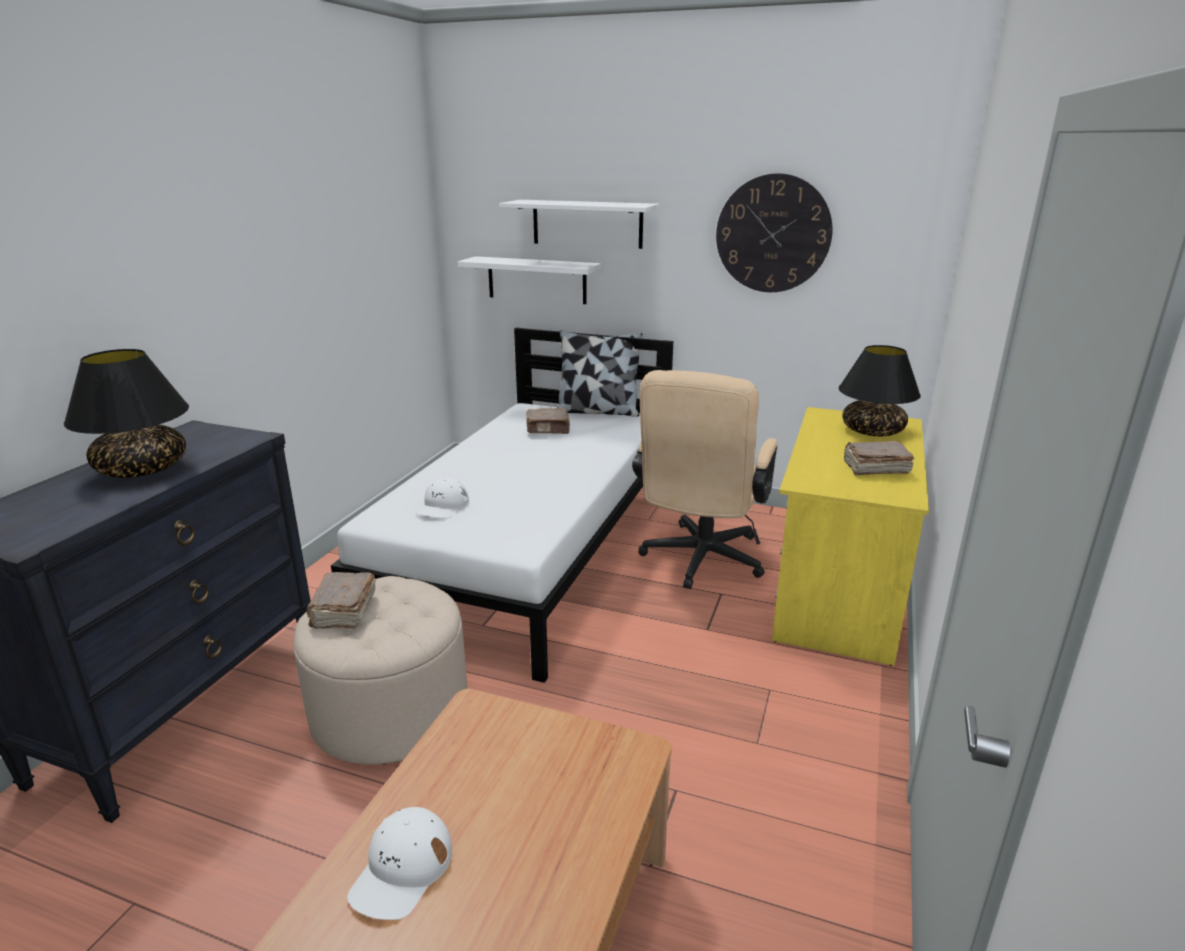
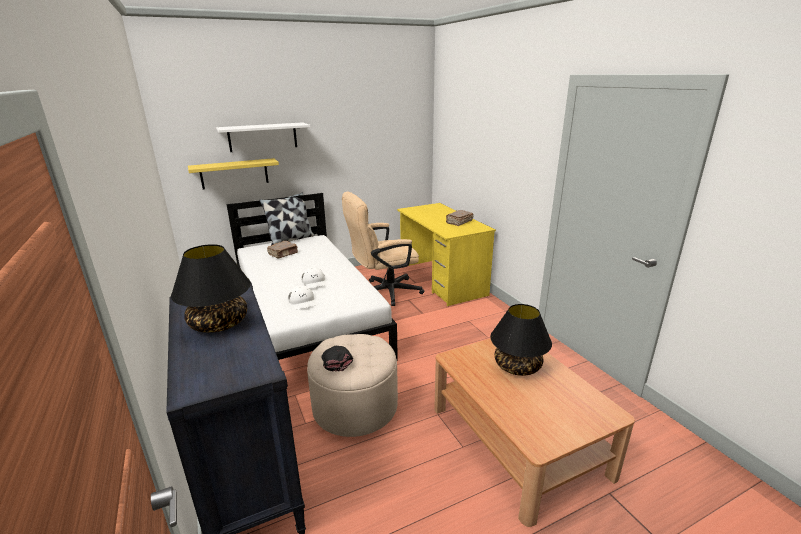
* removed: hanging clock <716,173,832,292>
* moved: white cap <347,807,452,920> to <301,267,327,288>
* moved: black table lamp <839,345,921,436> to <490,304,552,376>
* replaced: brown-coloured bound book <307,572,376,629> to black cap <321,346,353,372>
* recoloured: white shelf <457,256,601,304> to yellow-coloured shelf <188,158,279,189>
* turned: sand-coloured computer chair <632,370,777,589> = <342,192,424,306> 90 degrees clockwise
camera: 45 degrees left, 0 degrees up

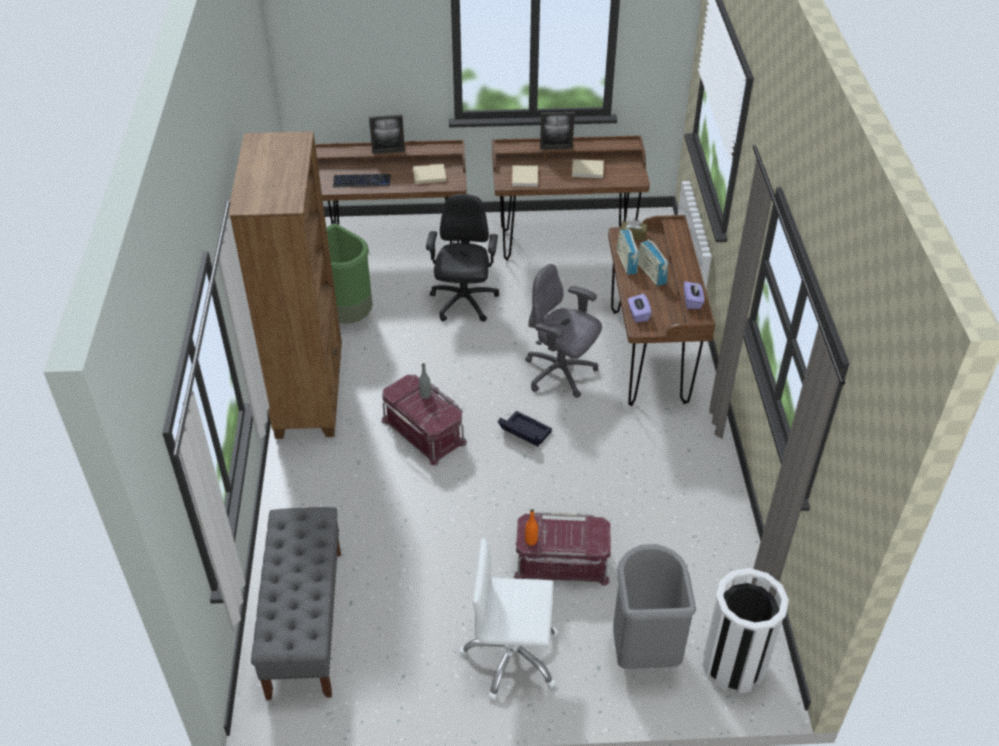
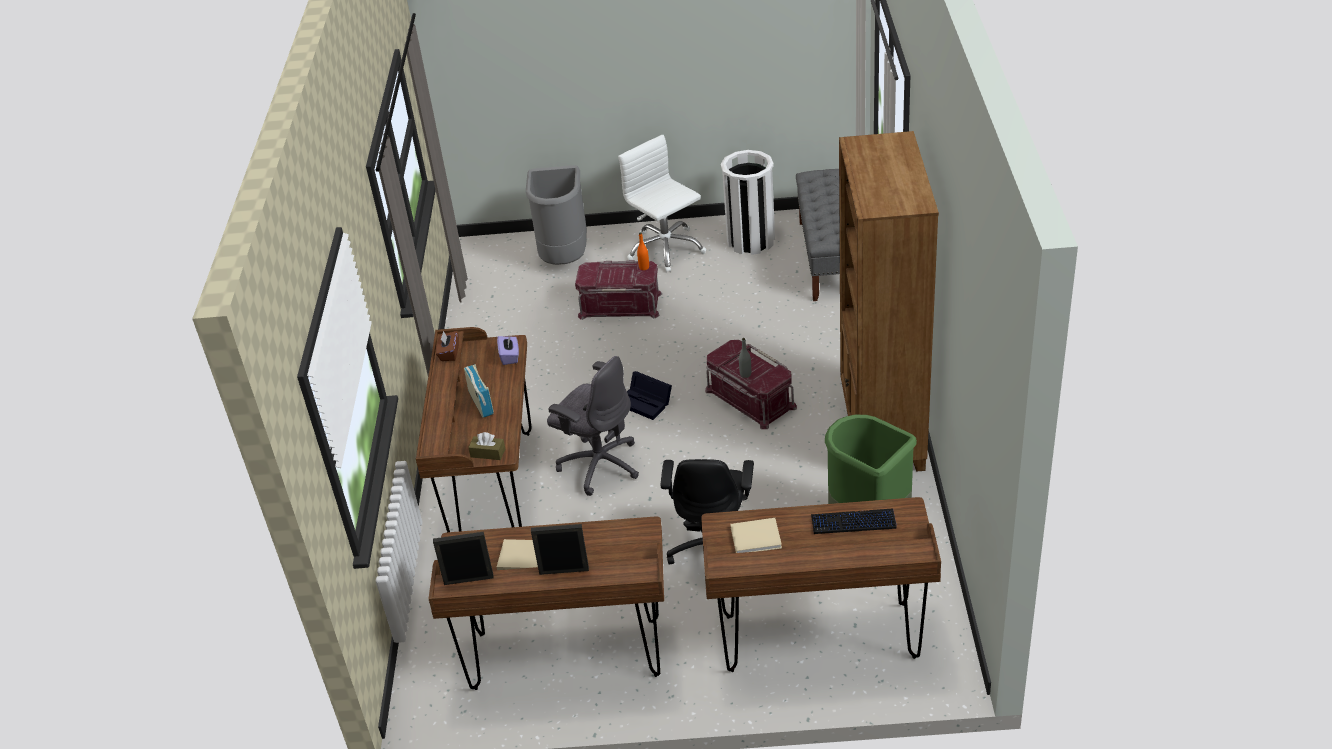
* removed: sand-coloured bound book <512,165,538,187>
* removed: radio set <617,227,639,275>
* moved: standing frame <369,115,405,154> to <433,532,494,585>
* moved: white trash can <702,568,789,694> to <721,150,775,255>
* recoloured: purple-coloured tissue box <684,281,704,309> to brown-coloured tissue box <436,331,459,361>
* turned: white computer chair <459,538,559,701> = <618,135,706,273> 135 degrees counterclockwise
camera: 175 degrees left, 5 degrees down

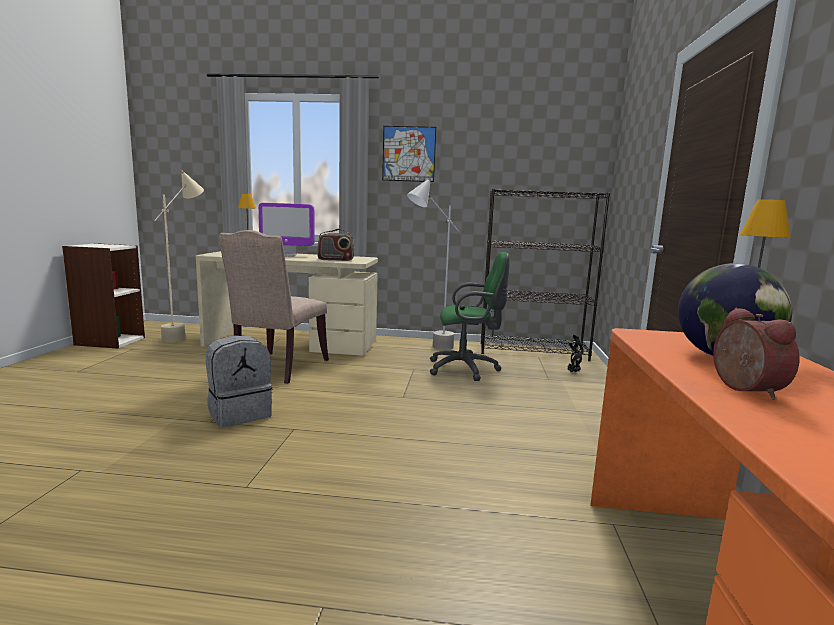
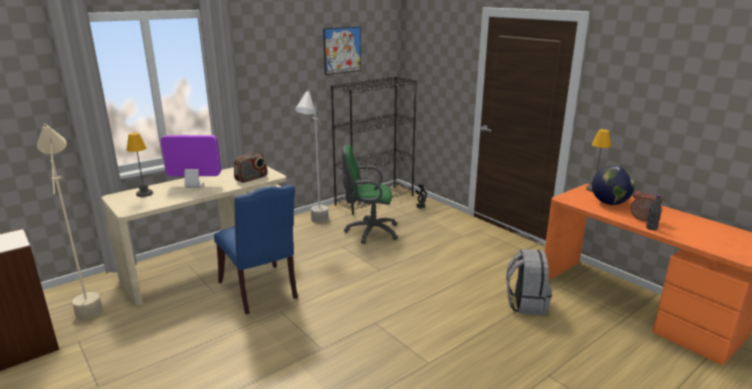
* added: black drink bottle <646,195,661,230>
* moved: grey backpack <206,335,273,427> to <506,249,552,315>
* moved: wall art <382,126,436,182> to <323,27,361,75>
* recoloured: sand-coloured plain chair <218,230,329,384> to blue plain chair <214,185,298,314>
* turned: monitor <258,203,315,257> = <160,135,221,188> 135 degrees counterclockwise
* turned: greenish computer chair <430,252,510,381> = <342,145,398,244> 135 degrees counterclockwise
camera: 45 degrees left, 10 degrees up

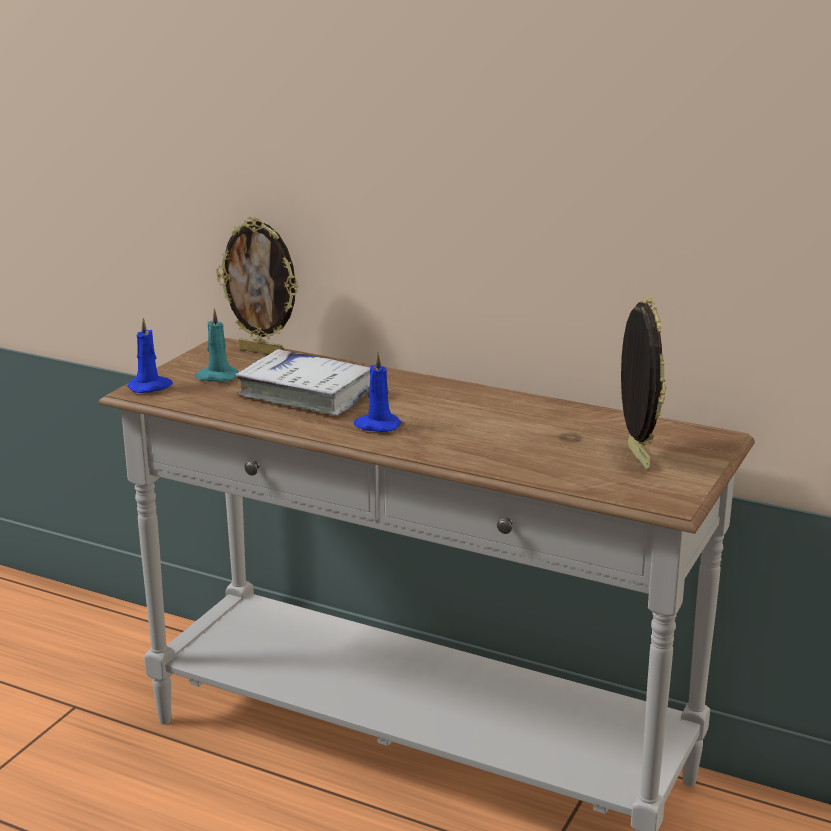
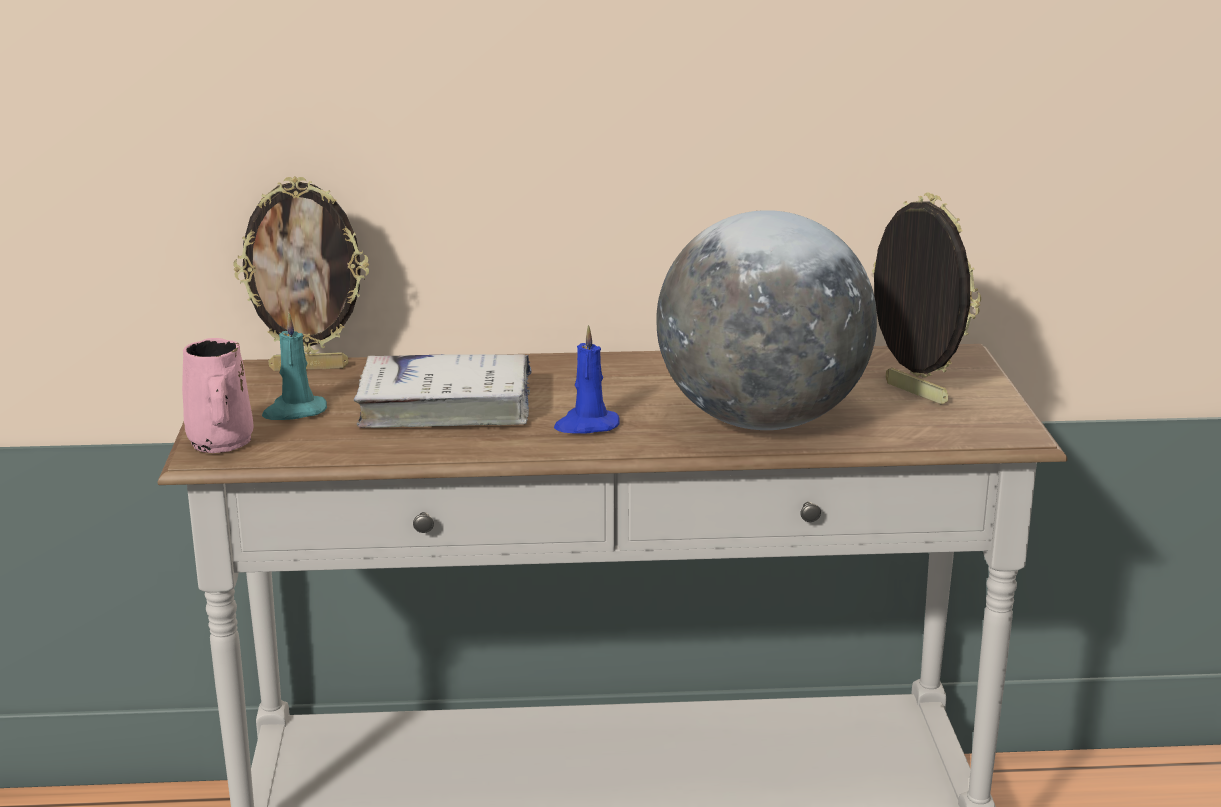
* added: desk globe <656,210,877,430>
* replaced: blue wax light <127,317,173,393> to pinkish coffee mug <182,338,254,453>
camera: 30 degrees left, 0 degrees up

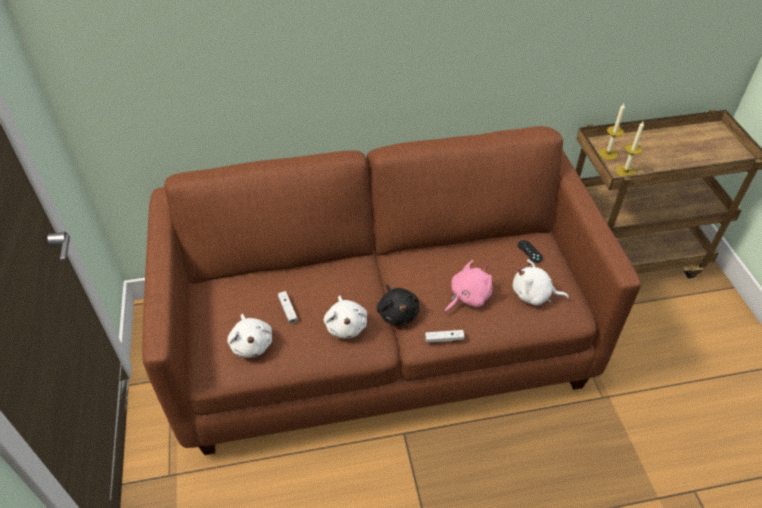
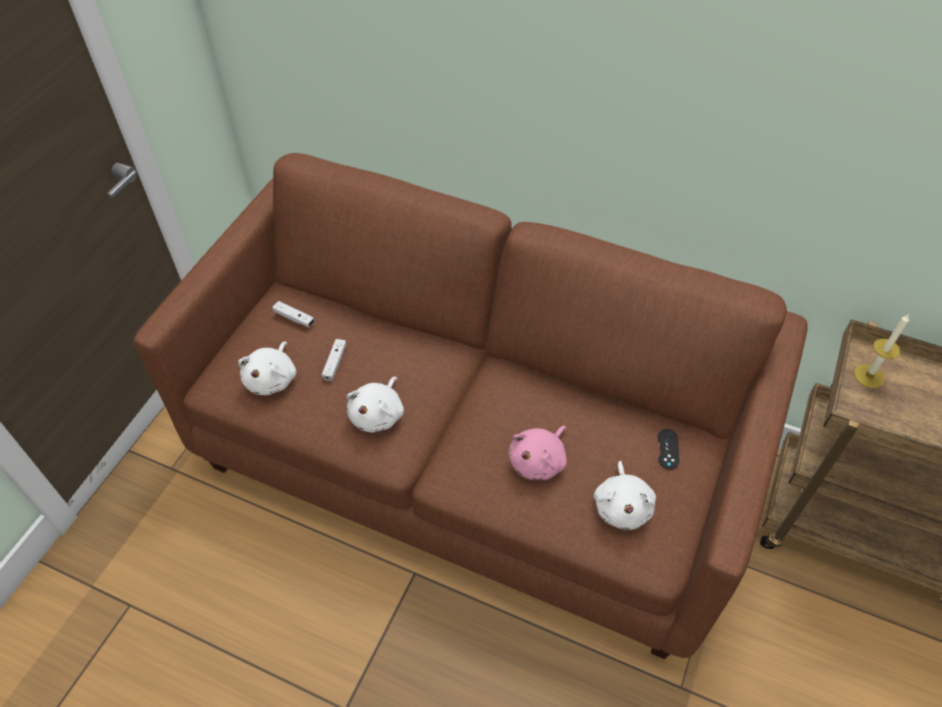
* removed: black plush toy <377,285,420,325>
* removed: wax light <616,122,644,176>
* moved: white gamepad <425,330,465,343> to <272,301,314,327>
* turned: pinkish plush toy <445,260,492,312> = <509,426,567,480> 135 degrees clockwise
* turned: white plush toy <513,259,569,305> = <594,461,656,530> 135 degrees counterclockwise
camera: 35 degrees right, 5 degrees up

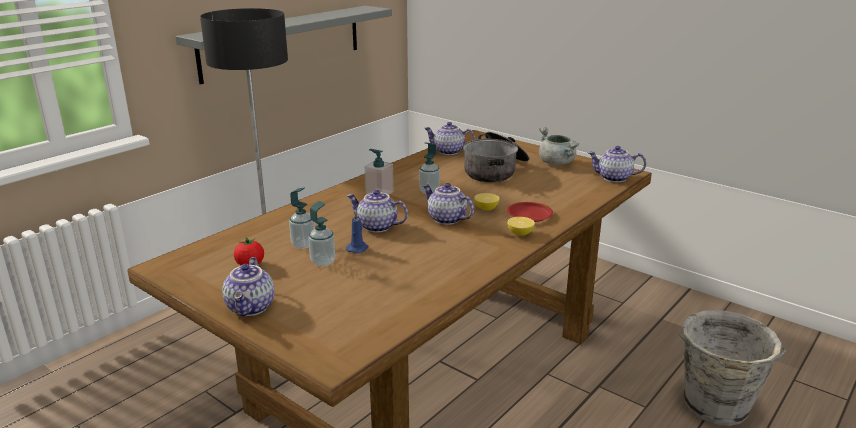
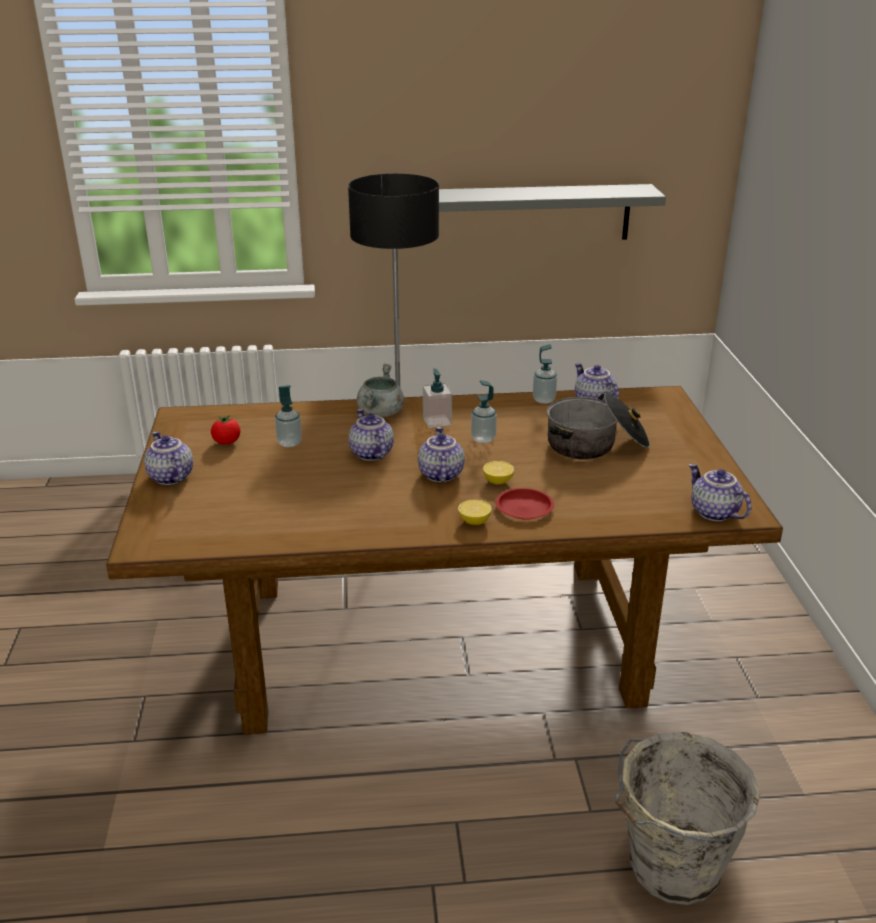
* removed: blue wax light <346,211,369,254>
* moved: liquid soap bottle <308,201,335,266> to <533,344,557,404>
* moved: grey saucepot <539,127,579,165> to <357,364,404,417>
* turned: teapot <222,257,274,316> = <144,431,193,485> 105 degrees clockwise
camera: 45 degrees right, 5 degrees up

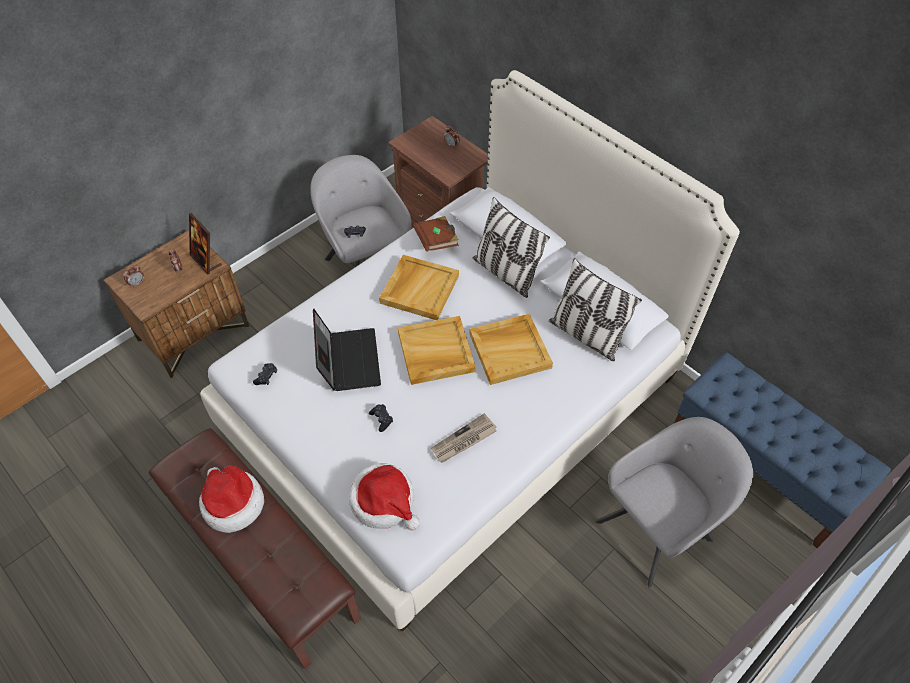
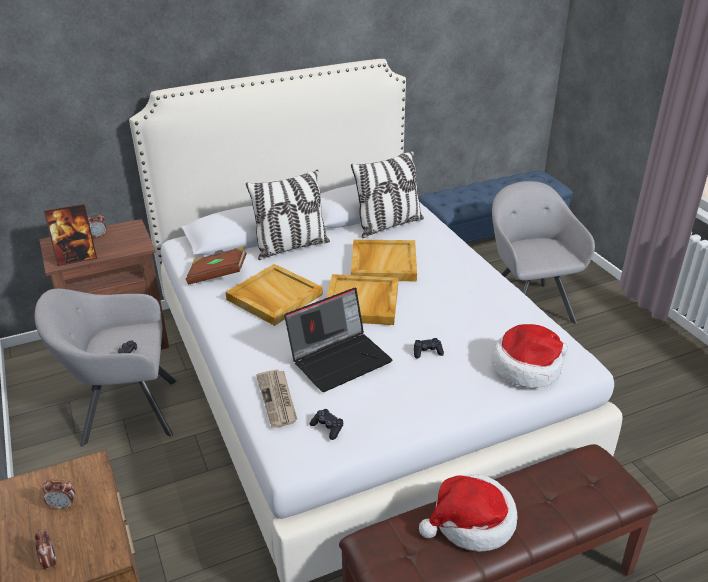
* moved: standing frame <189,213,222,275> to <44,204,97,266>
* moved: daily paper <431,413,496,463> to <256,369,297,428>
* turned: portable computer <313,309,381,391> = <284,287,393,392> 135 degrees clockwise
camera: 70 degrees left, 20 degrees down

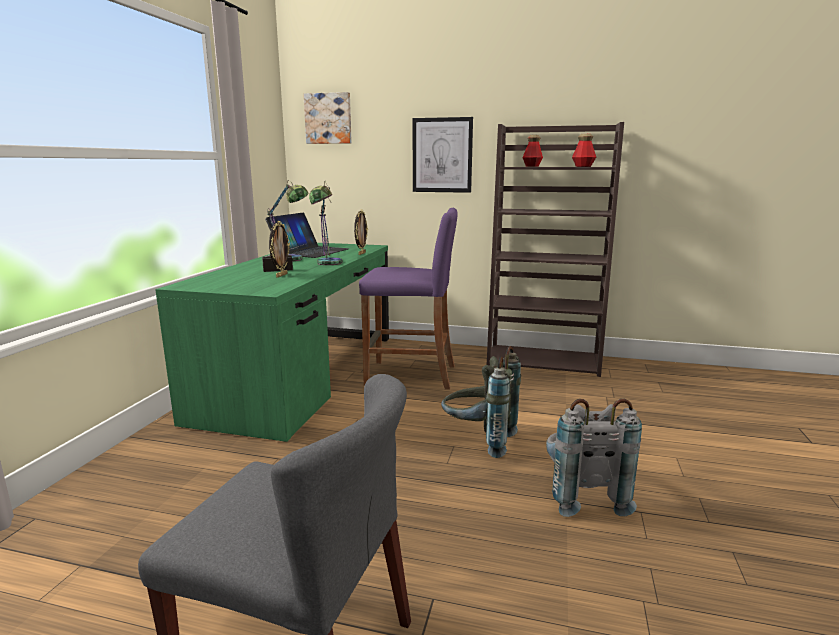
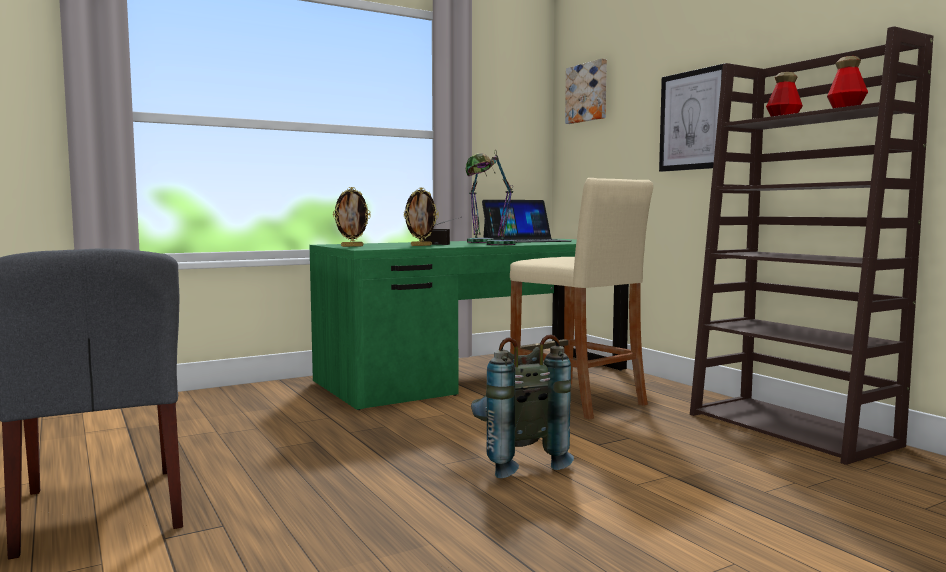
* removed: grey backpack <546,399,642,517>
* moved: standing frame <354,210,368,255> to <333,187,371,247>
* recoloured: purple-coloured stool seat <359,207,457,390> to sand-coloured stool seat <510,178,653,420>
camera: 45 degrees right, 10 degrees down

